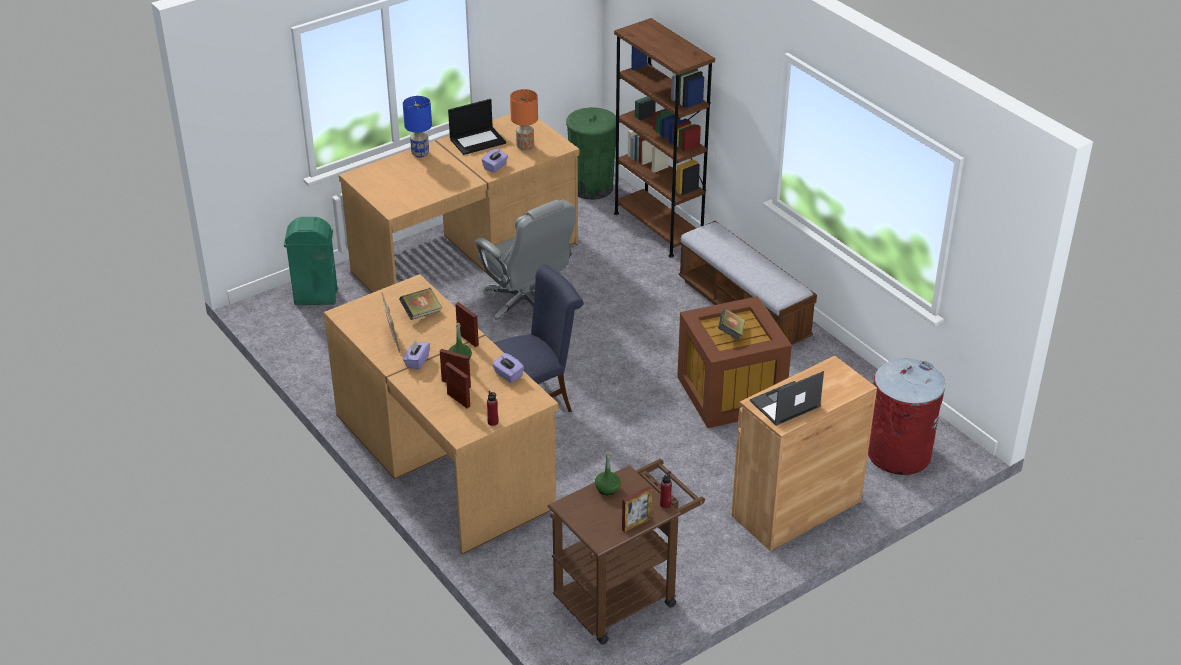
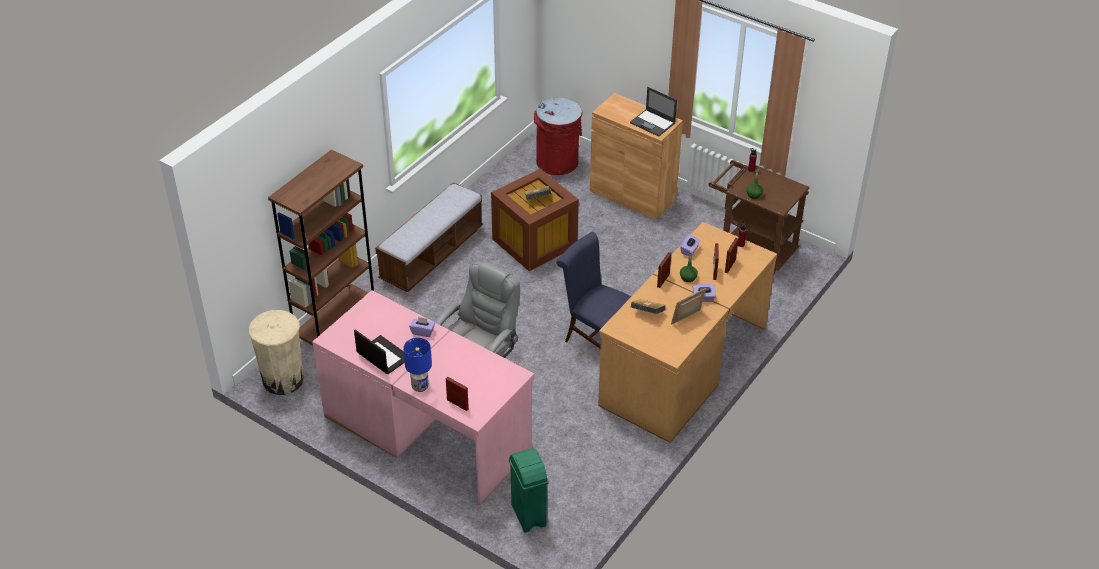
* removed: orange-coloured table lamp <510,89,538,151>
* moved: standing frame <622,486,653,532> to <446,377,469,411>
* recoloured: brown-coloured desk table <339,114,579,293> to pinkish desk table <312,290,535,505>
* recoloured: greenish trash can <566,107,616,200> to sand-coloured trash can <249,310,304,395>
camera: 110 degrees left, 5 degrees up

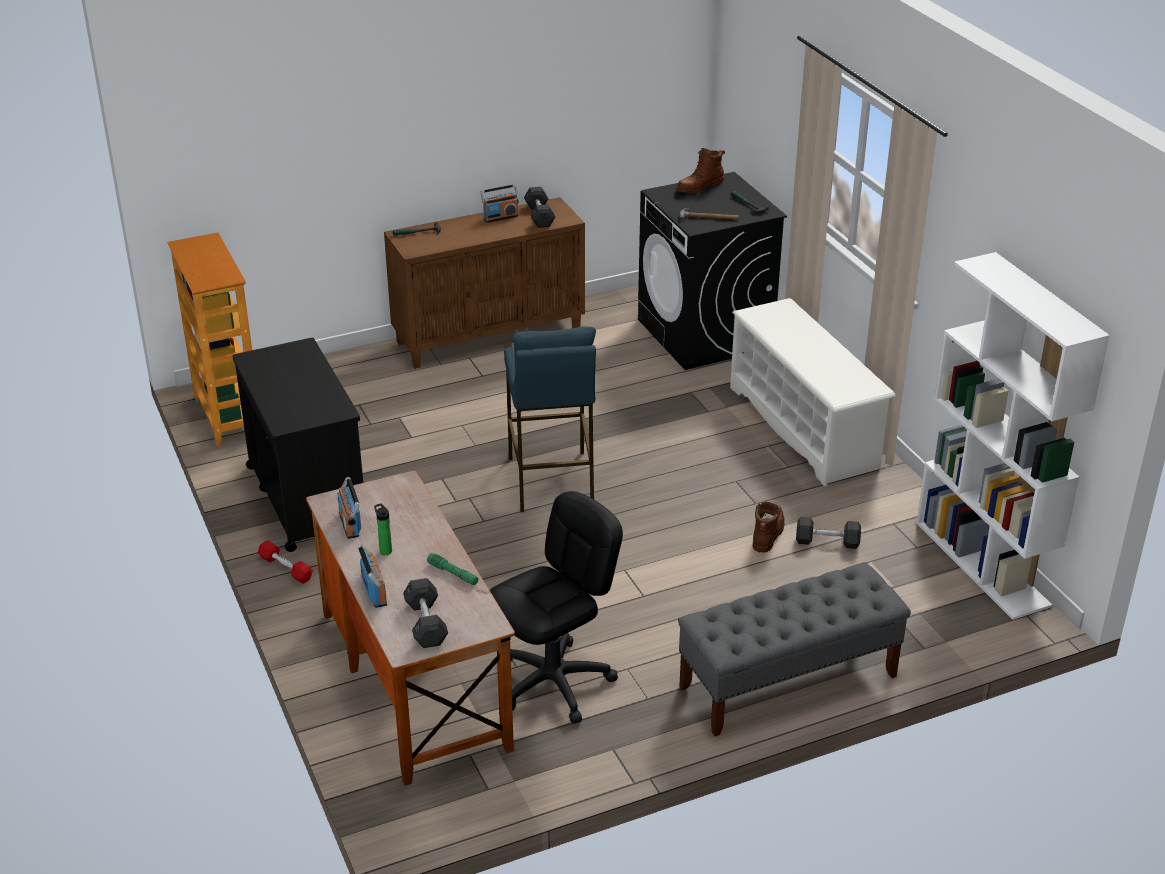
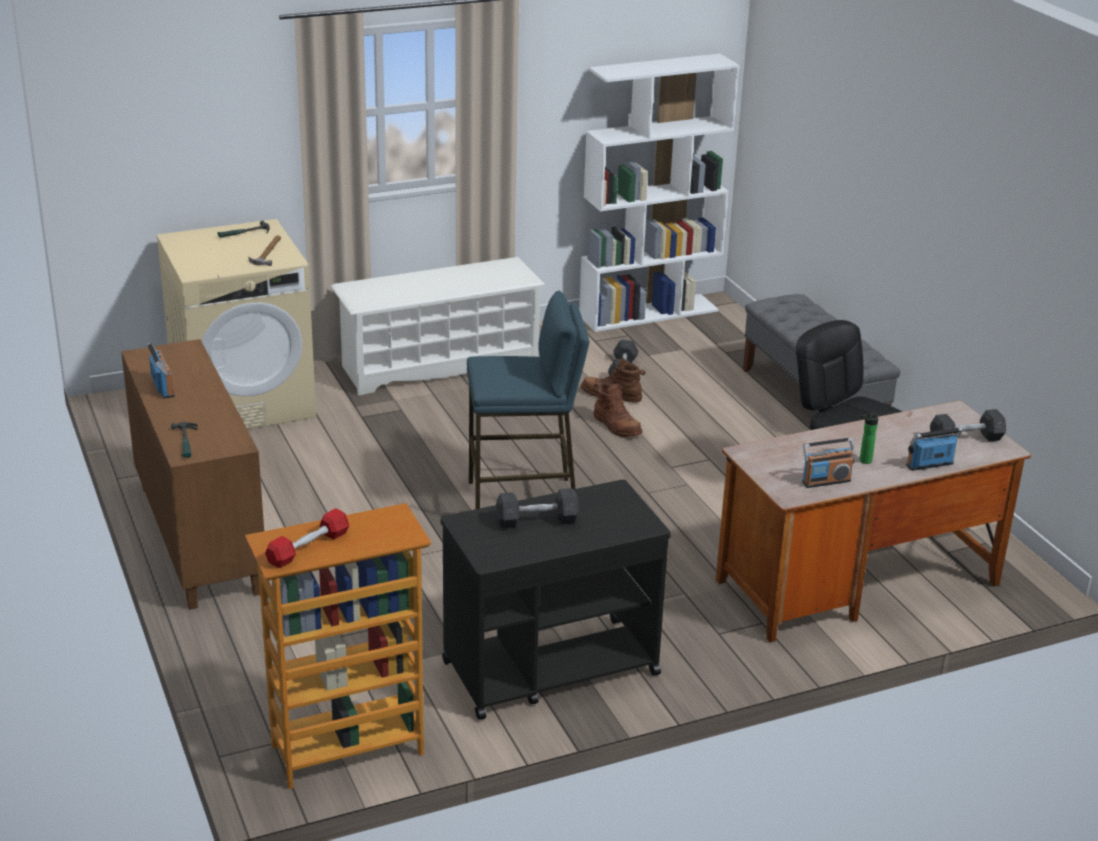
* removed: greenish hand torch <427,553,478,585>
* moved: red-coloured dumbbell <258,540,313,584> to <265,508,349,568>
* moved: grey dumbbell <524,187,555,228> to <496,488,579,528>
* moved: brown-coloured boot <676,148,725,194> to <593,382,643,437>
* recoloured: black washing machine <638,172,787,370> to sand-coloured washing machine <156,219,316,429>
camera: 90 degrees left, 5 degrees down

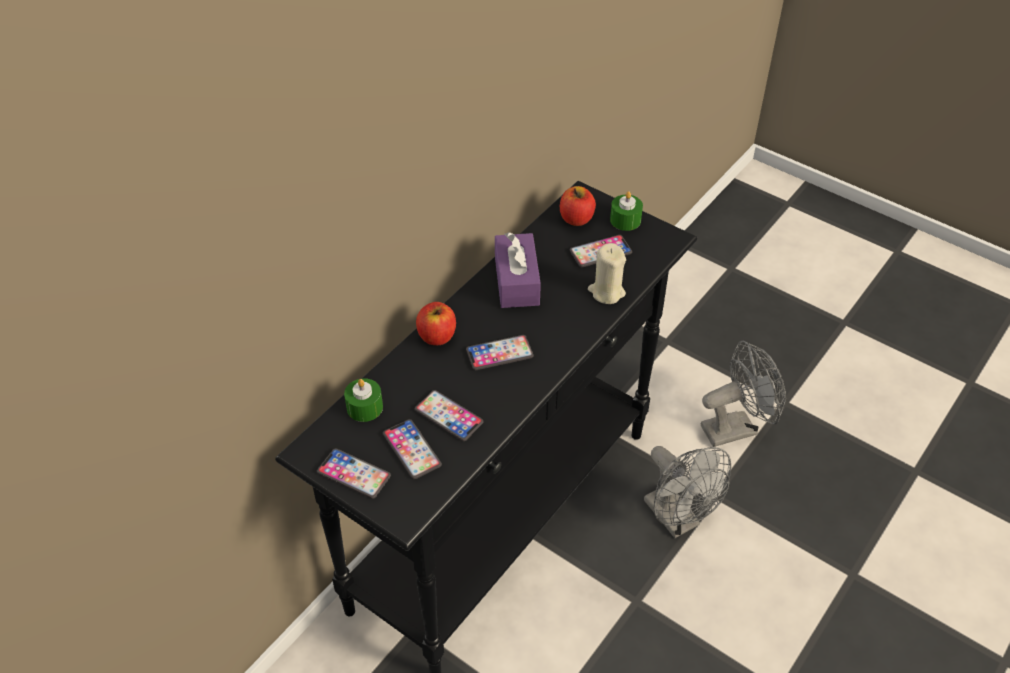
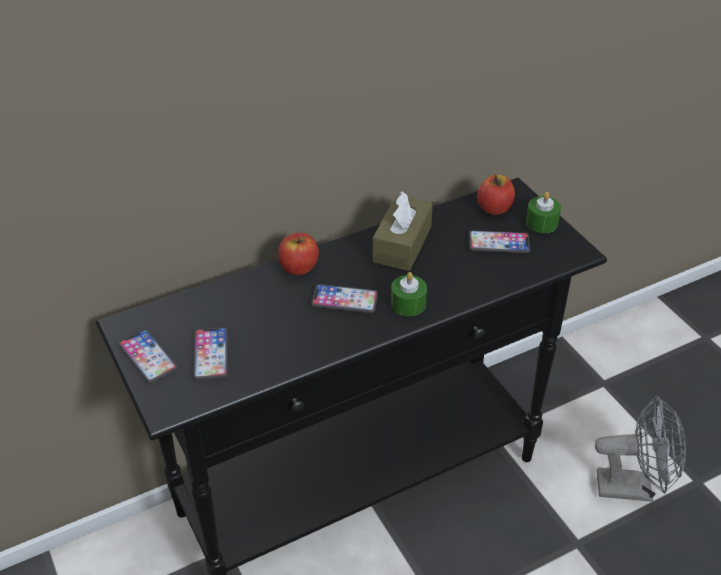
* removed: handset <415,390,484,441>
* removed: sand-coloured wax light <588,243,626,304>
* removed: grey cooling fan <644,446,731,538>
* moved: greenish wax light <344,378,383,422> to <391,272,427,316>
* recoloured: purple-coloured tissue box <495,232,541,308> to brown-coloured tissue box <372,191,433,271>
camera: 25 degrees right, 5 degrees down

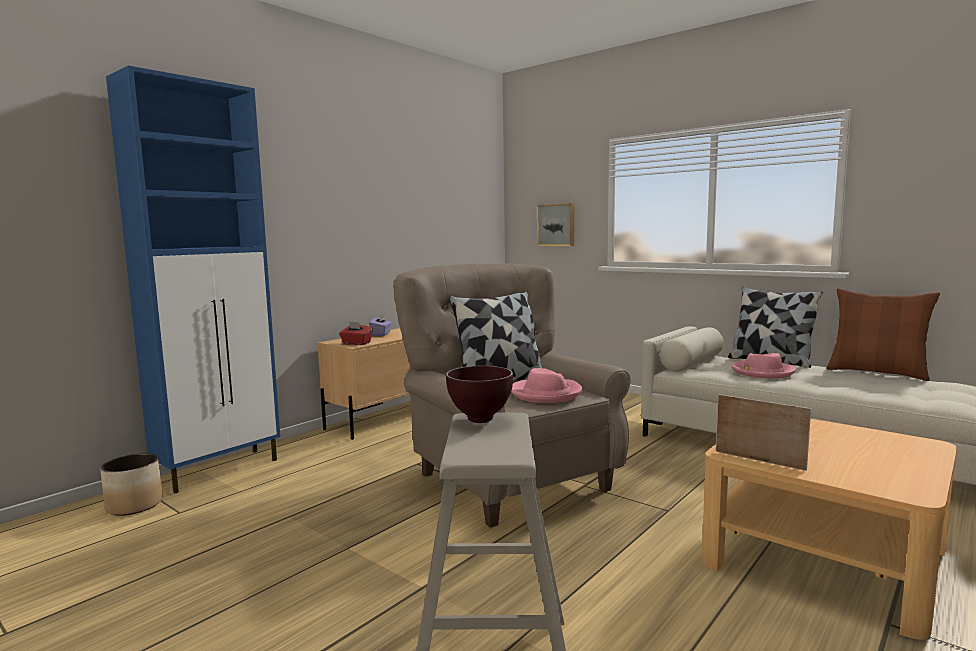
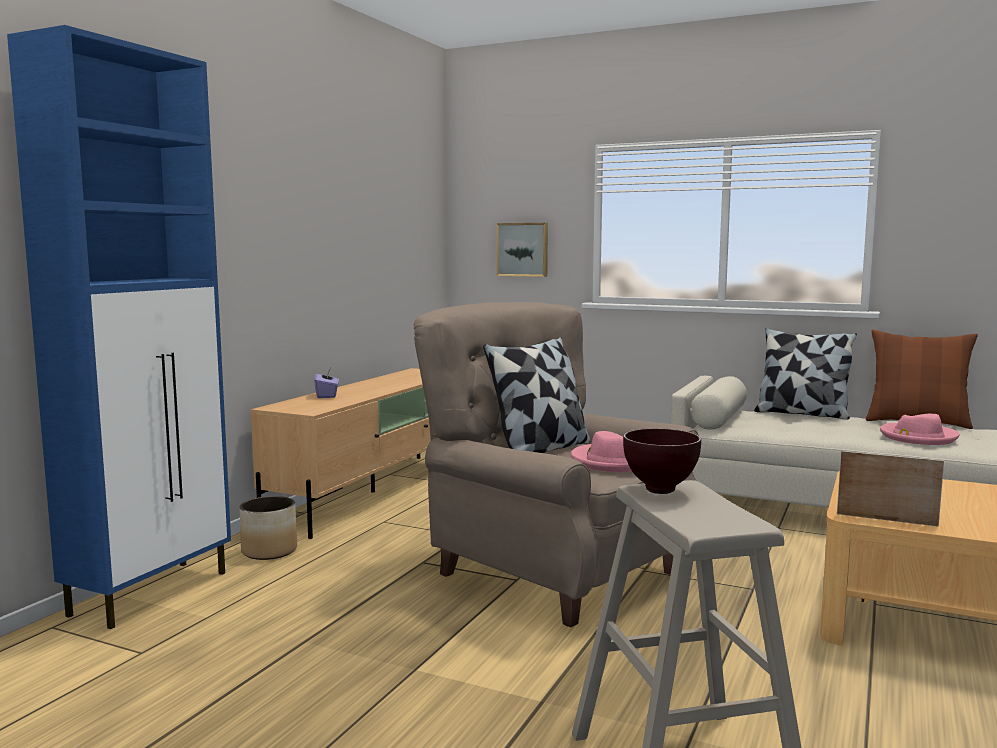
* removed: red-coloured tissue box <339,321,373,345>
* moved: planter <100,453,163,516> to <239,496,297,560>
* moved: pinkish clothing hat <731,353,796,379> to <880,414,960,445>
camera: 15 degrees left, 0 degrees up

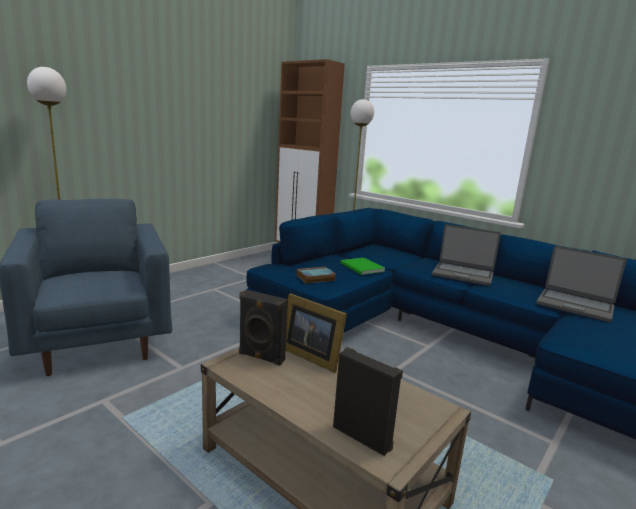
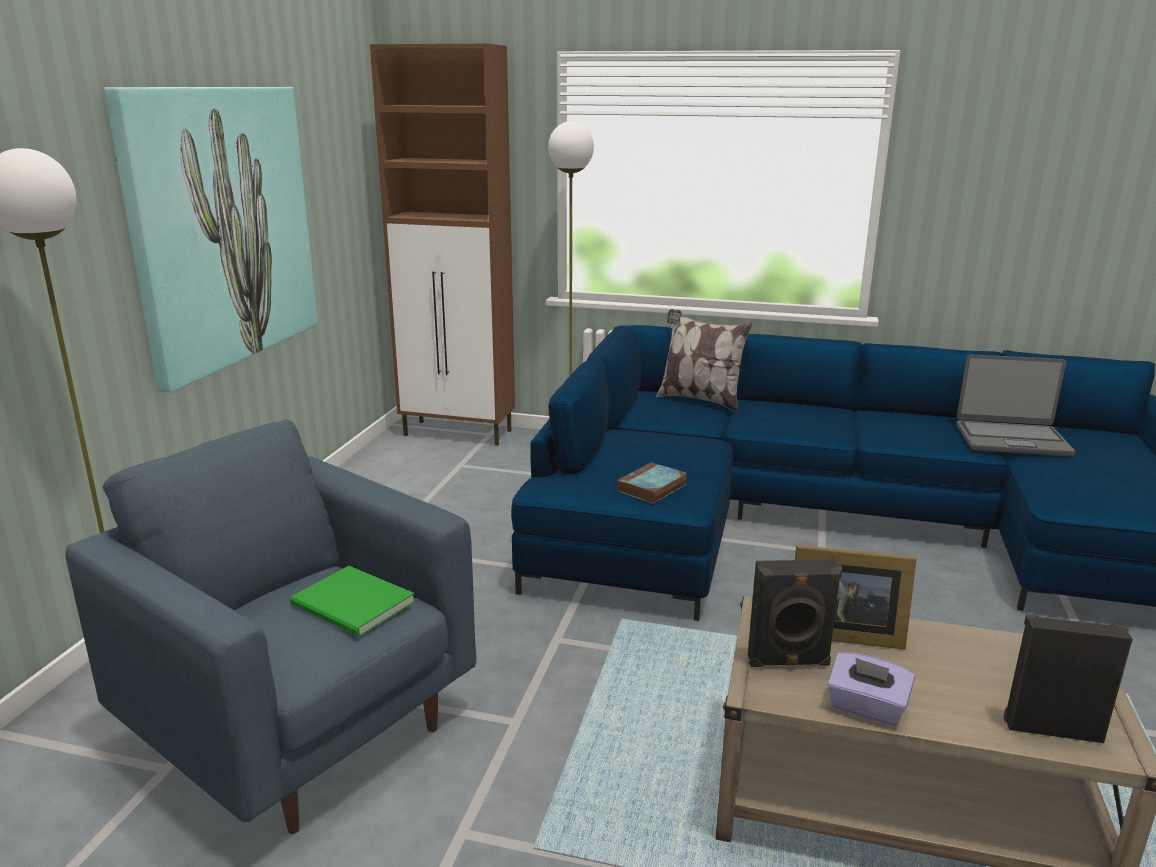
* removed: portable computer <432,224,501,286>
* added: wall art <104,87,318,393>
* added: cushion <656,309,752,411>
* added: purple-coloured tissue box <827,653,915,726>
* moved: greenish bound book <340,258,385,275> to <290,566,415,637>
camera: 25 degrees left, 5 degrees up

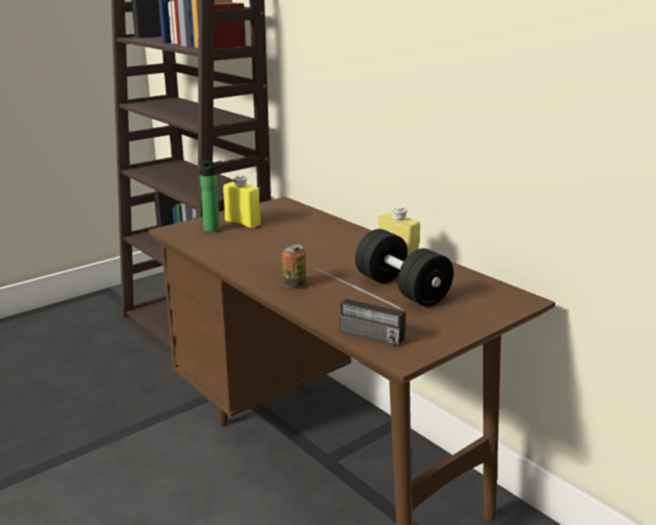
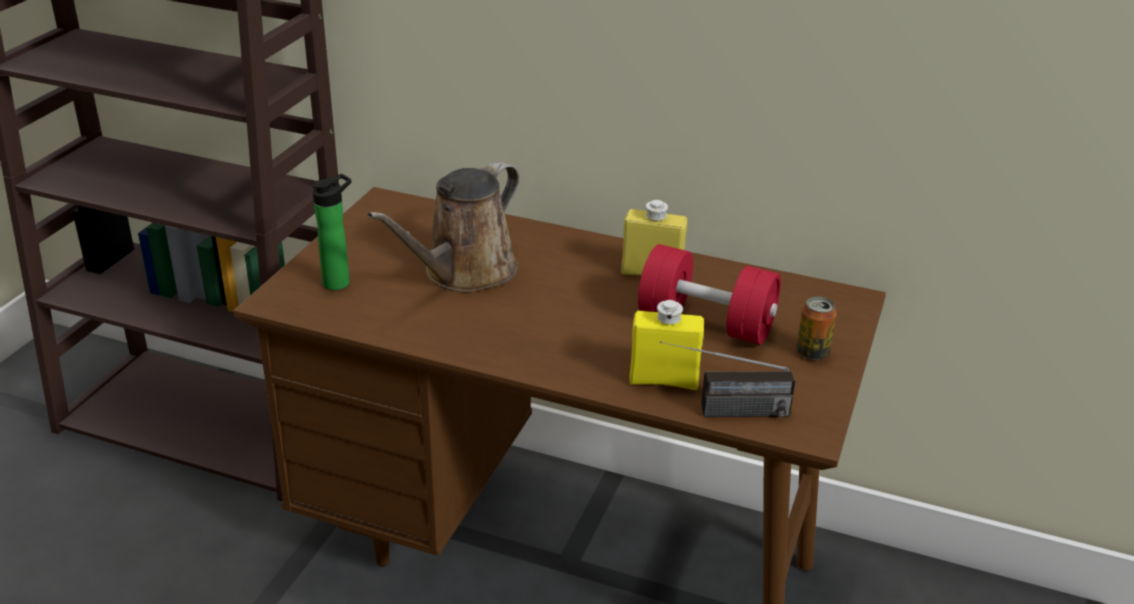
* added: brown-coloured watering pot <367,162,519,292>
* moved: yellow-coloured drink bottle <223,175,260,228> to <629,300,704,390>
* moved: sealed can <282,244,306,288> to <796,297,837,360>
* recoloured: black dumbbell <355,229,454,306> to red-coloured dumbbell <638,244,781,345>
camera: 30 degrees left, 10 degrees up

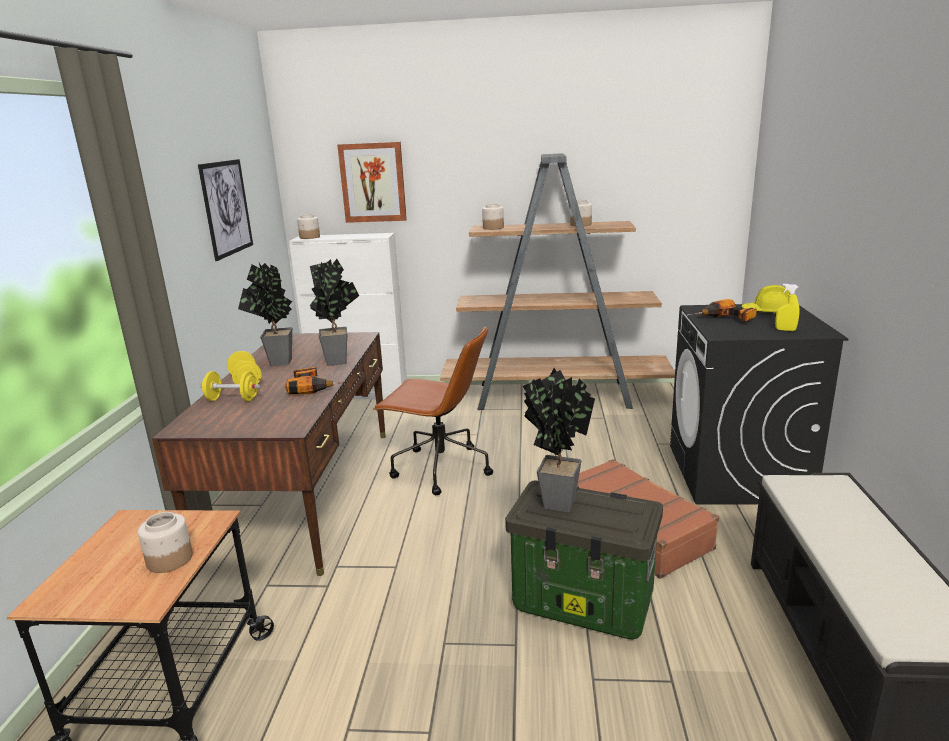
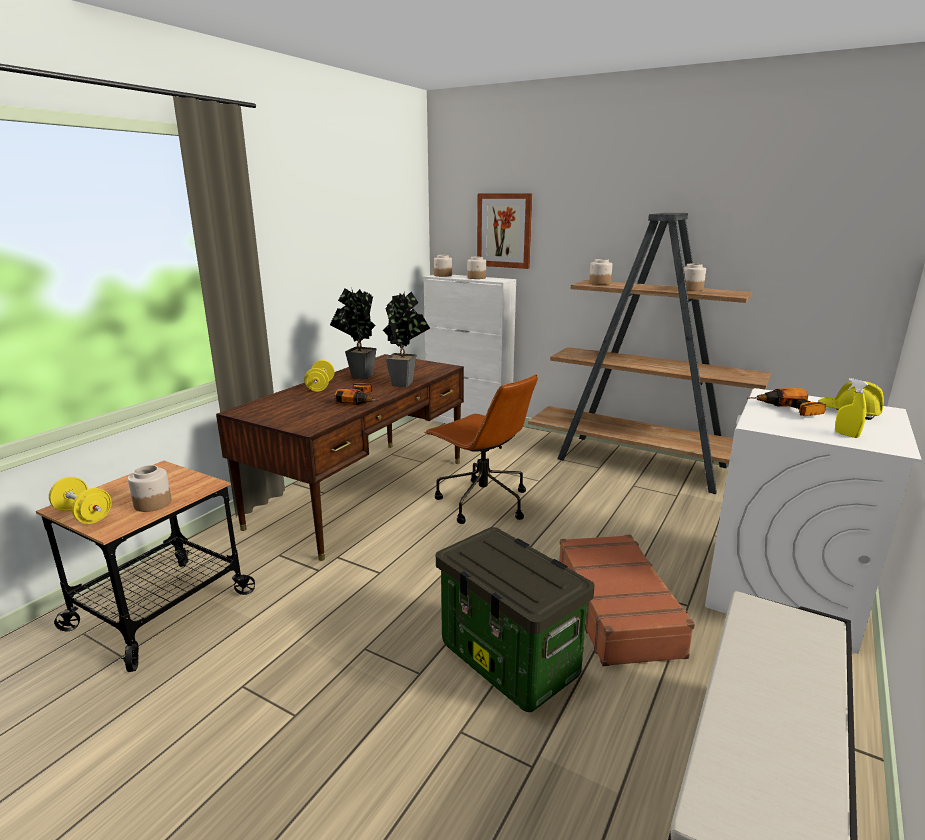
* removed: wall art <198,159,253,261>
* removed: potted plant <523,368,595,512>
* added: jar <467,257,486,279>
* moved: yellow-coloured dumbbell <200,371,261,401> to <49,477,112,524>
* recoloured: black washing machine <670,304,848,505> to white washing machine <705,388,922,654>
camera: 25 degrees right, 0 degrees up

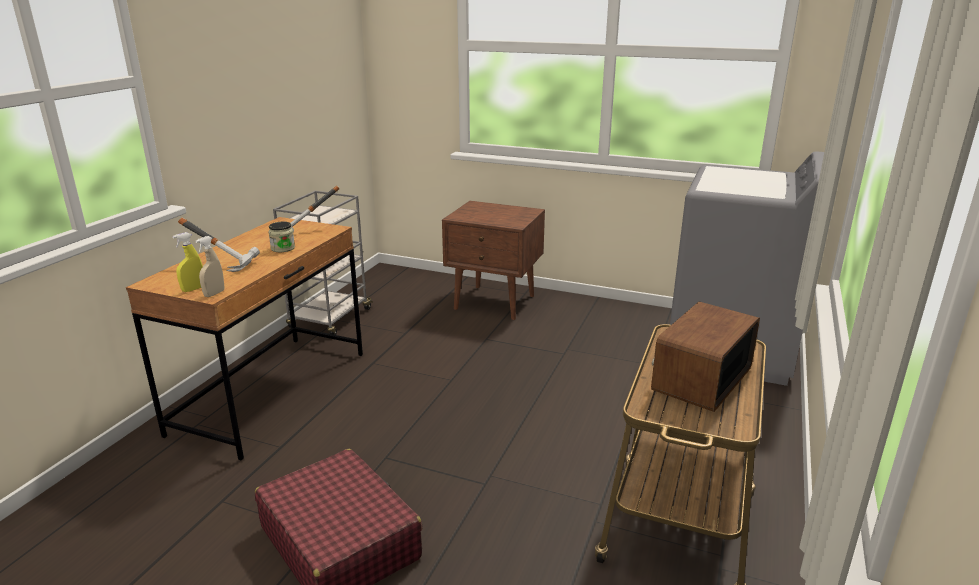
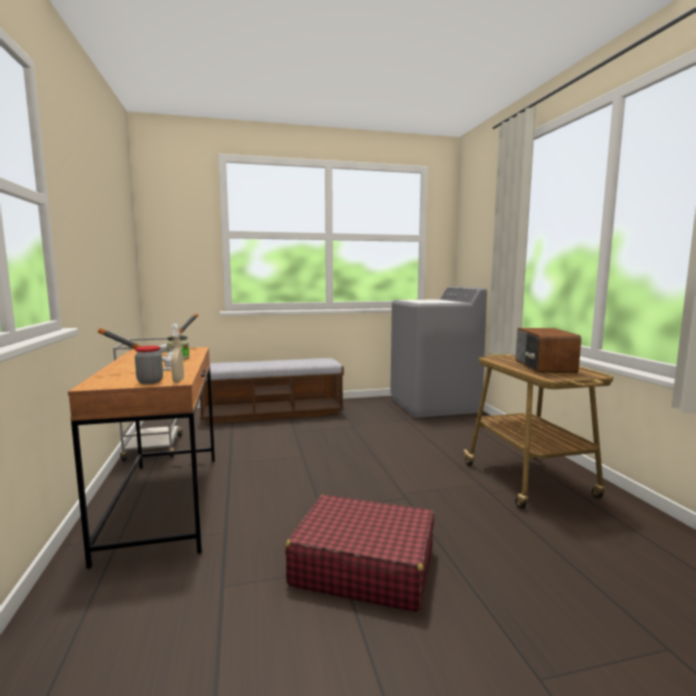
* replaced: yellow-coloured hand sprayer <172,232,203,292> to jar <135,346,163,384>
* replaced: brown-coloured nightstand <442,201,545,320> to indoor bench <200,358,344,424>
camera: 35 degrees left, 15 degrees down

